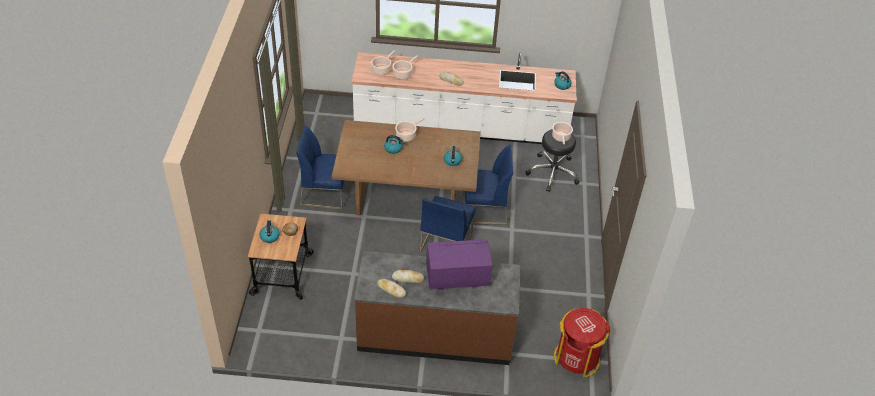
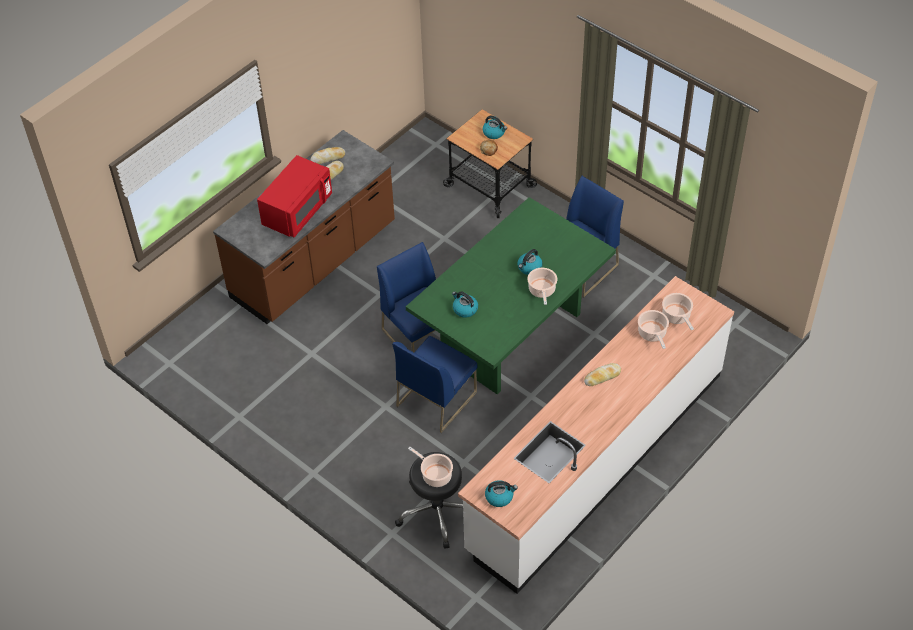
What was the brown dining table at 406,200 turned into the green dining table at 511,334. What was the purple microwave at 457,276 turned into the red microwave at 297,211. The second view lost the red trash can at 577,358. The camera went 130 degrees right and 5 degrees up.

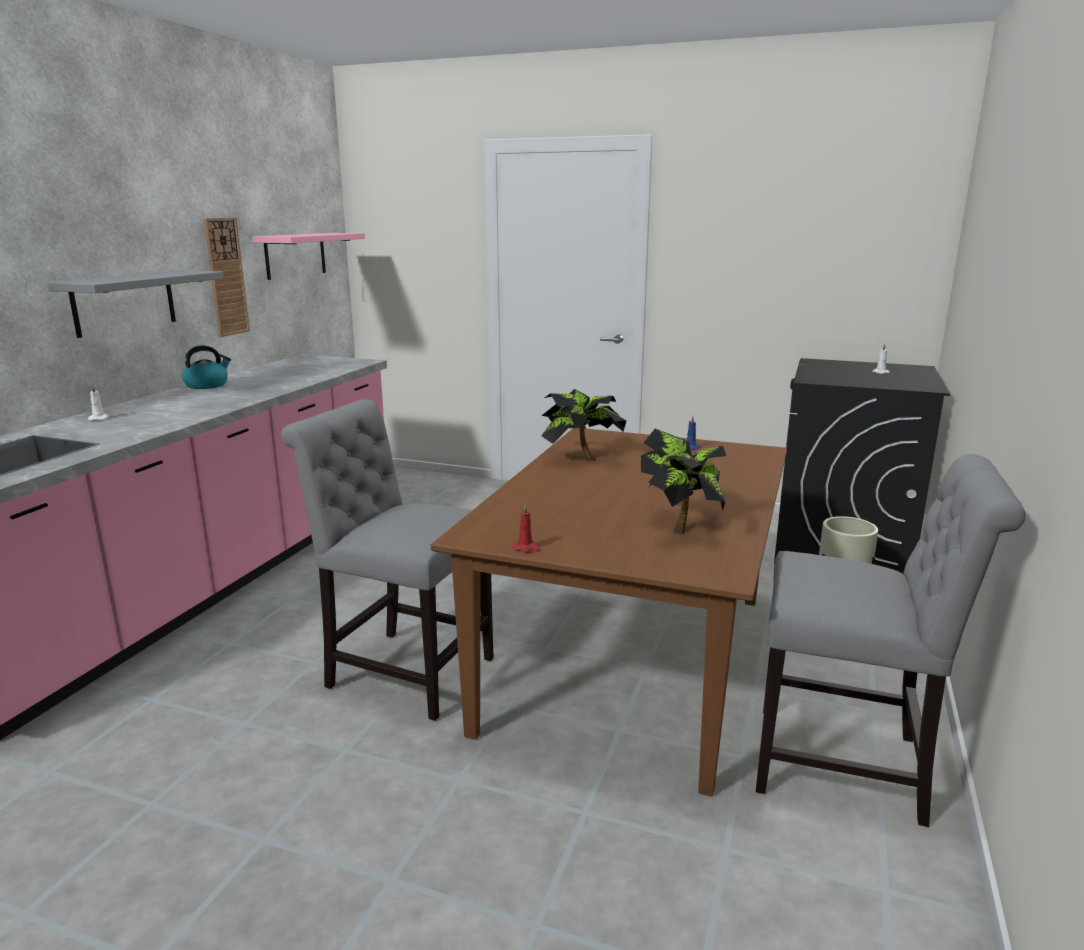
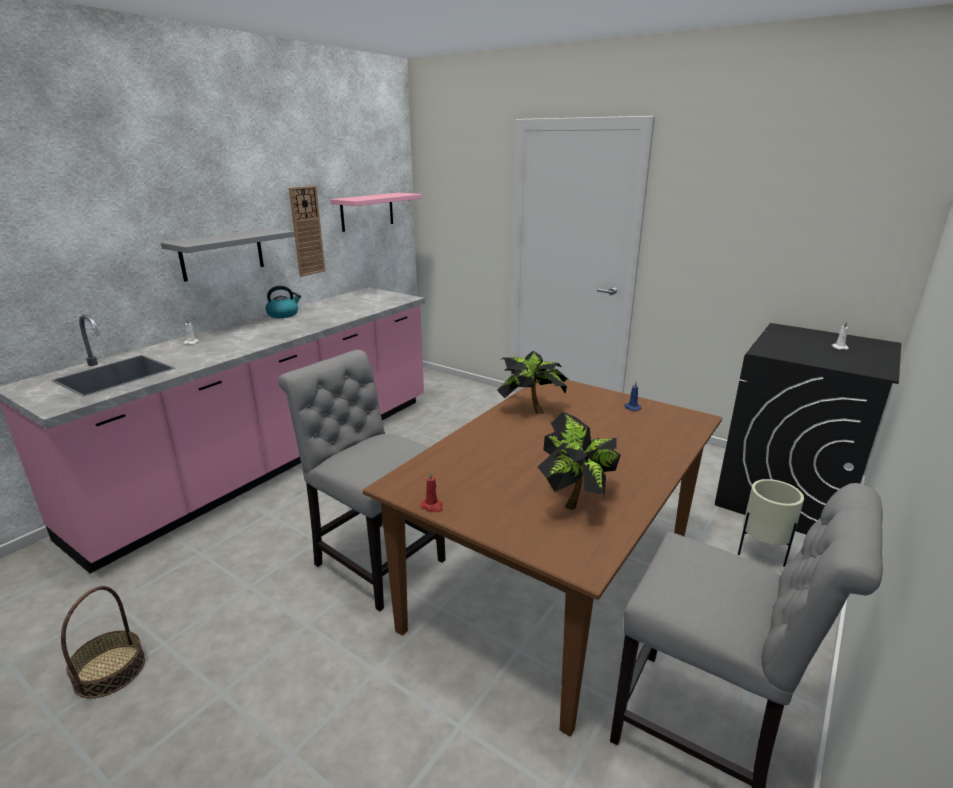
The second view gained the basket at 109,670. The camera went 15 degrees right and 5 degrees up.

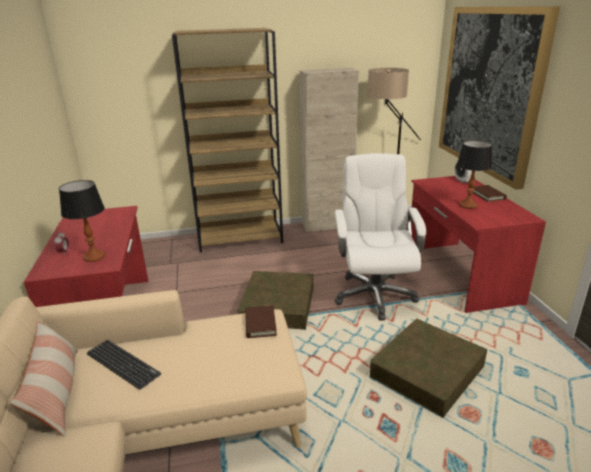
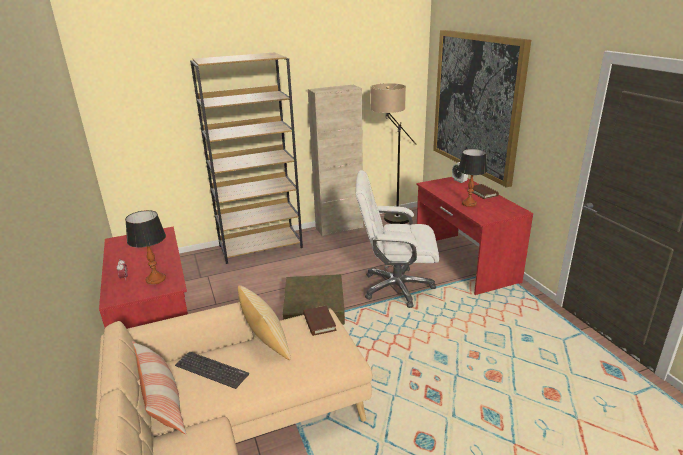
The white office chair at 374,294 ended up facing another way, 75 degrees counterclockwise from before. The second view lost the brown storage box at 427,372. The second view gained the pillow at 266,346. The camera went 10 degrees left and 0 degrees up.

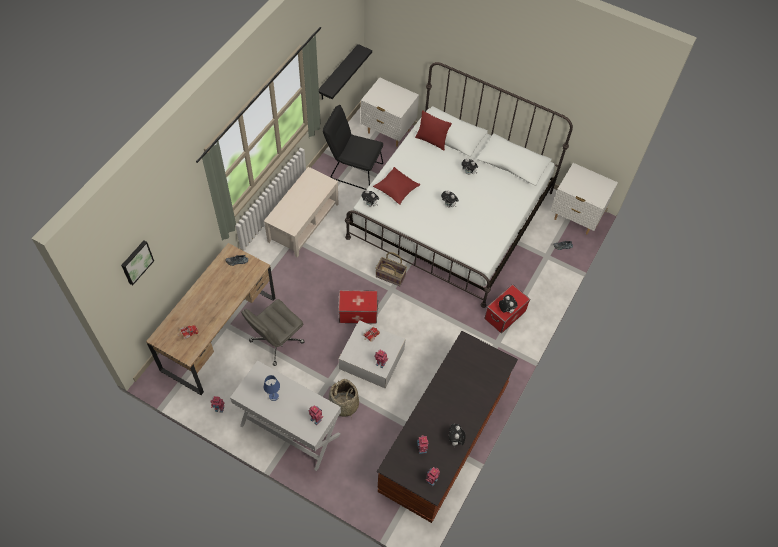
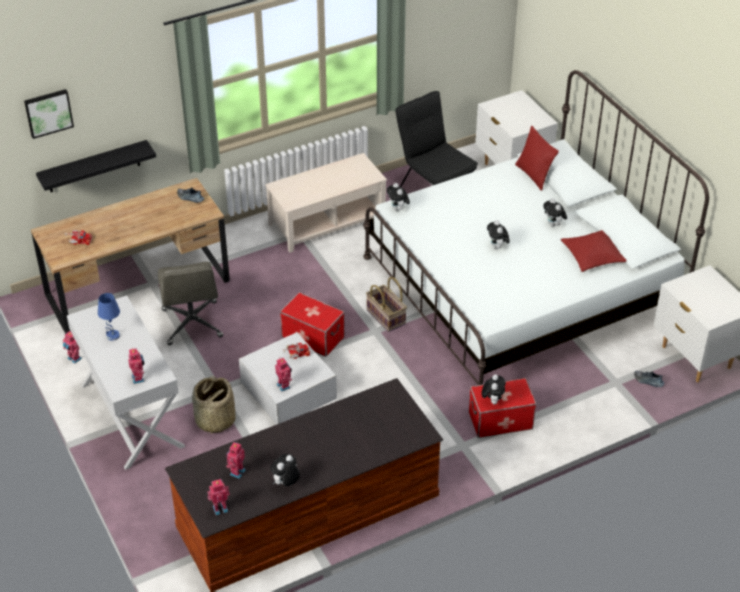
The grey office chair at 276,342 ended up facing another way, 90 degrees counterclockwise from before. The black shelf ended up elsewhere, having gone from 338,73 to 93,167. The red pillow ended up elsewhere, having gone from 396,188 to 592,256. The camera went 35 degrees right and 15 degrees down.

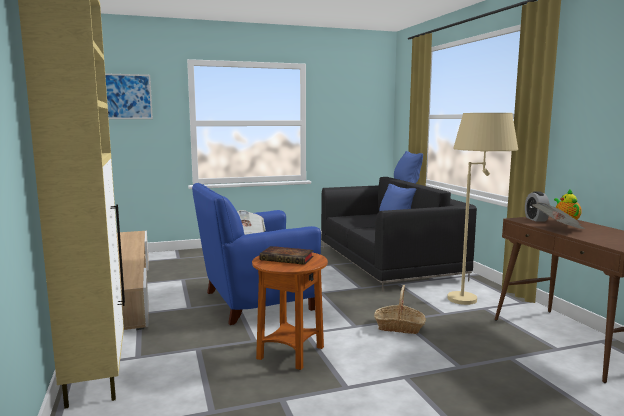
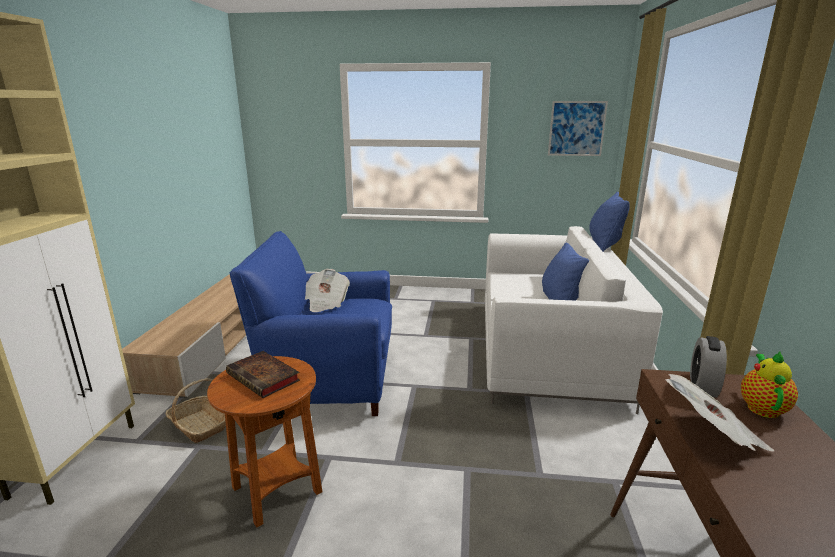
The picture ended up elsewhere, having gone from 128,96 to 576,128. What was the black sofa at 389,263 turned into the white sofa at 548,349. The basket ended up elsewhere, having gone from 399,327 to 200,426. The second view lost the beige floor lamp at 475,297. The camera went 25 degrees right and 10 degrees up.

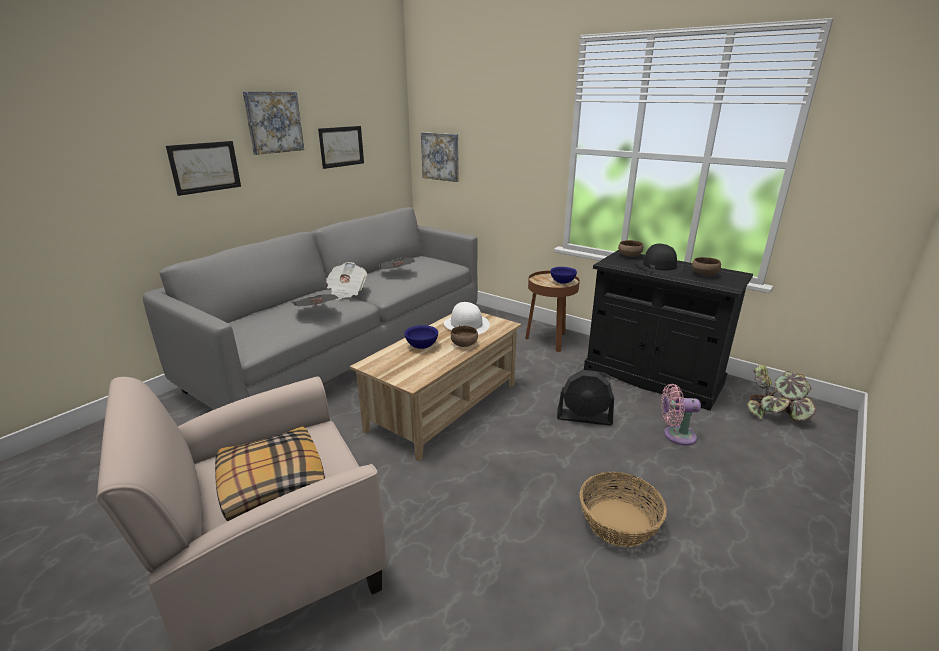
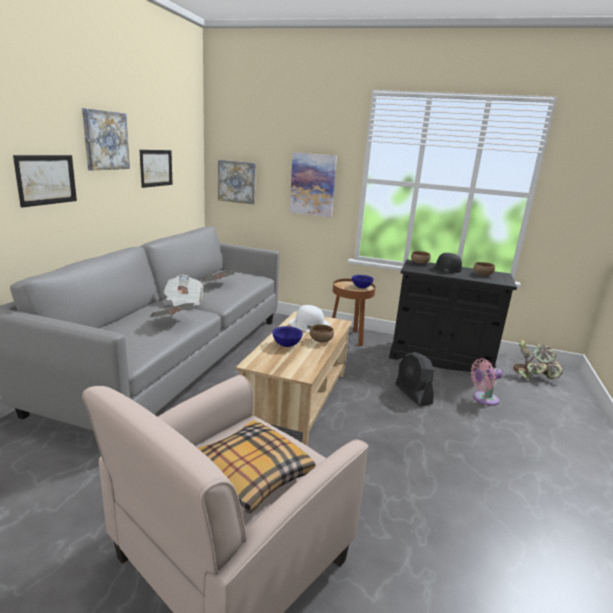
The black fan at 584,417 ended up facing another way, 75 degrees clockwise from before. The second view lost the basket at 618,522. The second view gained the picture at 313,185. The camera went 20 degrees left and 5 degrees down.

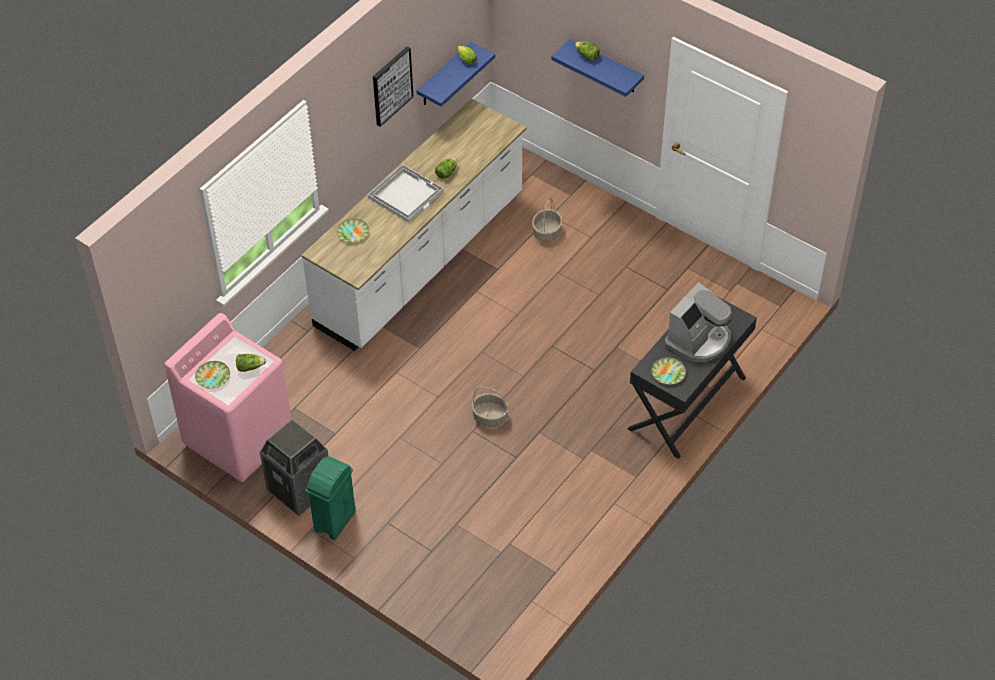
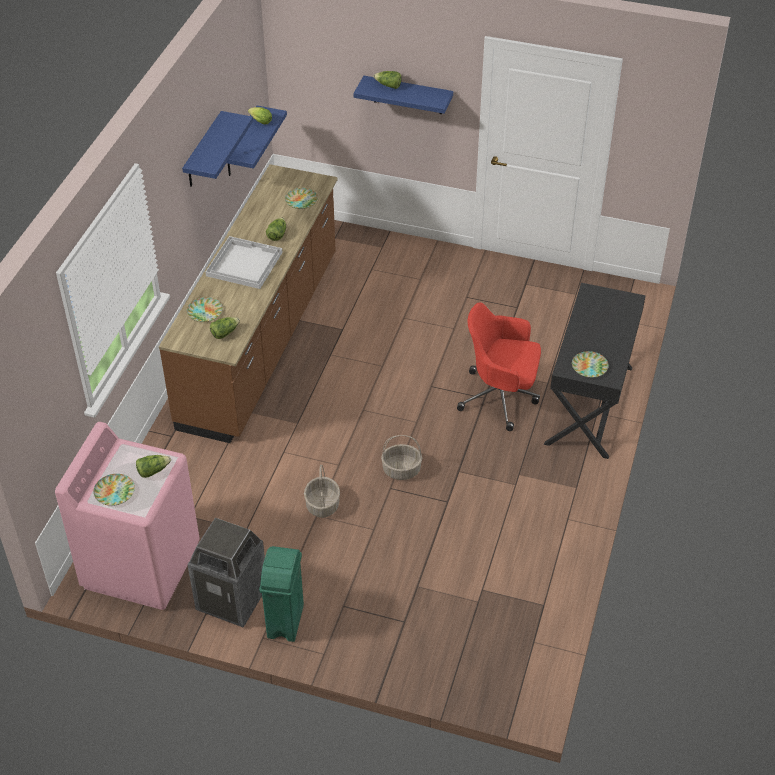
What was the white counter at 421,261 turned into the brown counter at 261,340. Where the picture hung at 391,85, the blue shelf came to hang at 203,151. The basket ended up elsewhere, having gone from 547,233 to 323,505. The second view lost the coffee machine at 699,340. The second view gained the lettuce at 224,333. The second view gained the plate at 301,200. The second view gained the red office chair at 500,397. The camera went 20 degrees left and 5 degrees down.

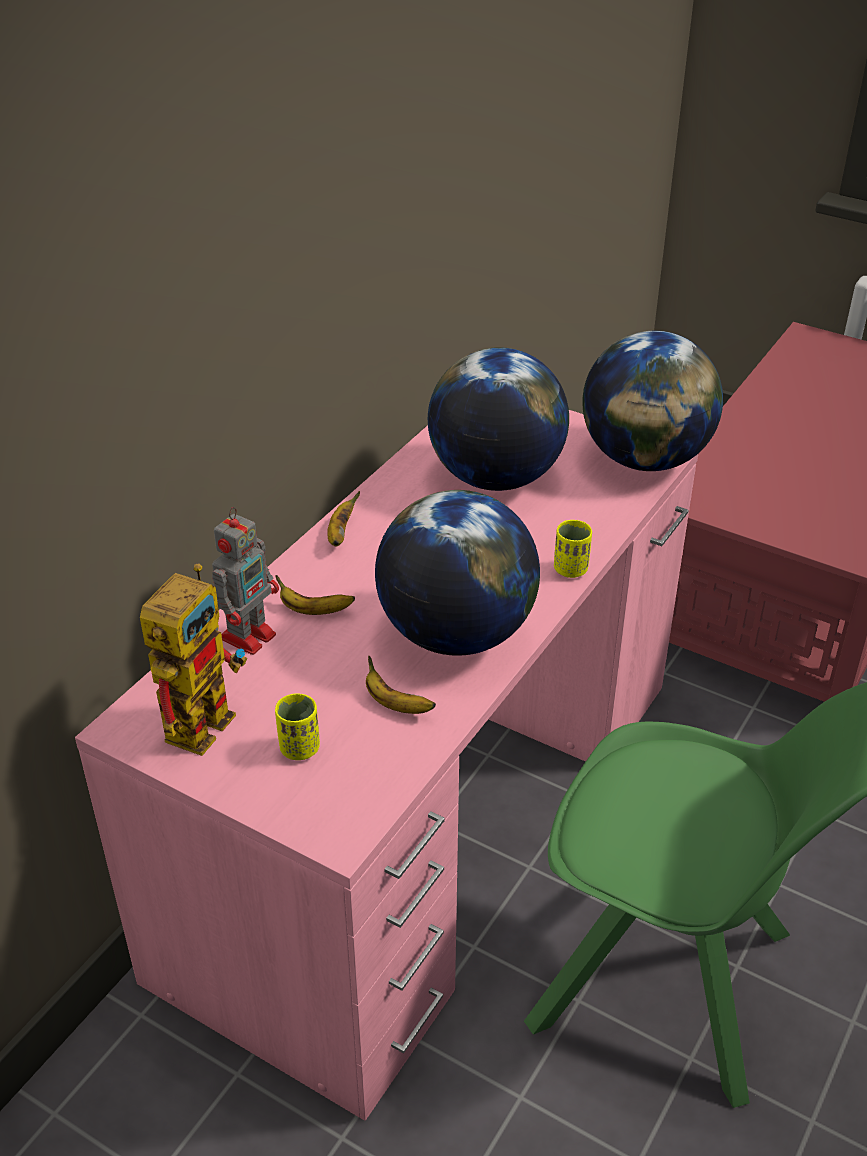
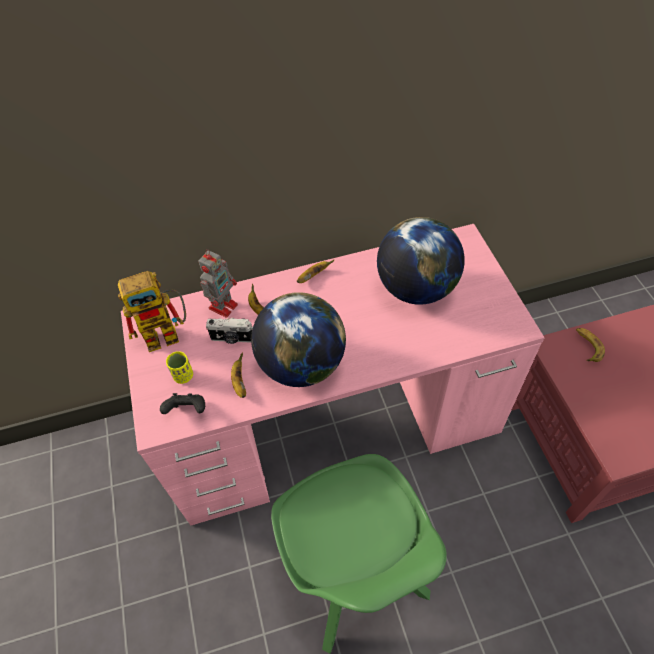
The toy robot at 249,634 ended up facing another way, 45 degrees counterclockwise from before. The second view lost the yellow cup at 570,569. The second view lost the globe at 645,459. The second view gained the black game controller at 187,410. The second view gained the photo camera at 232,339. The second view gained the banana at 587,346. The camera went 45 degrees right and 15 degrees up.

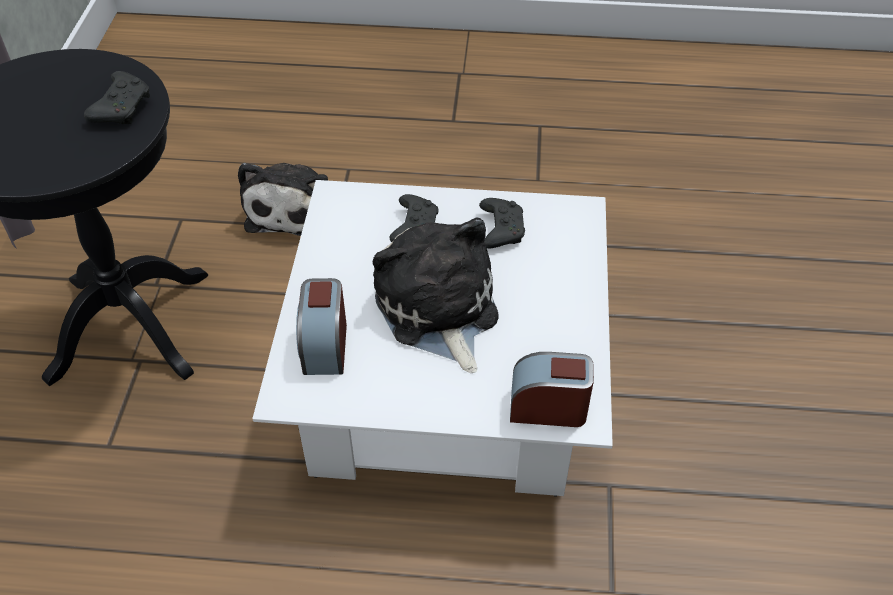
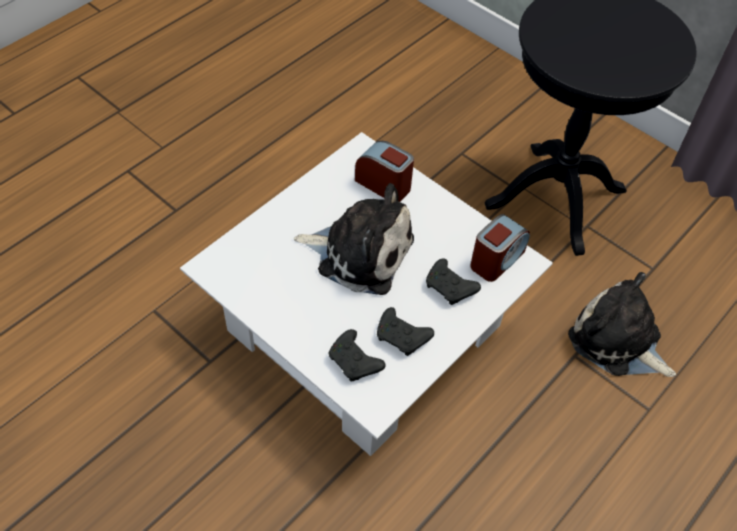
The black game controller ended up elsewhere, having gone from 122,108 to 355,362. The alarm clock ended up elsewhere, having gone from 548,407 to 496,259. The camera went 125 degrees right and 5 degrees up.

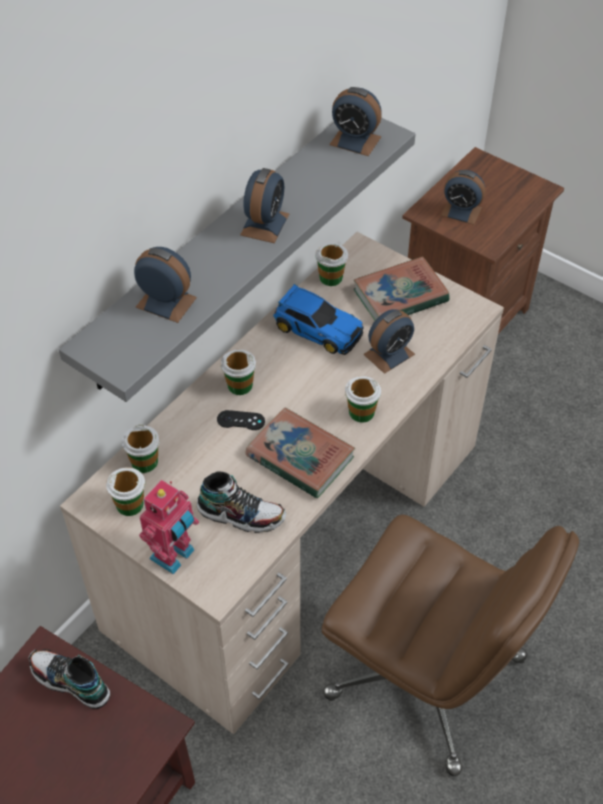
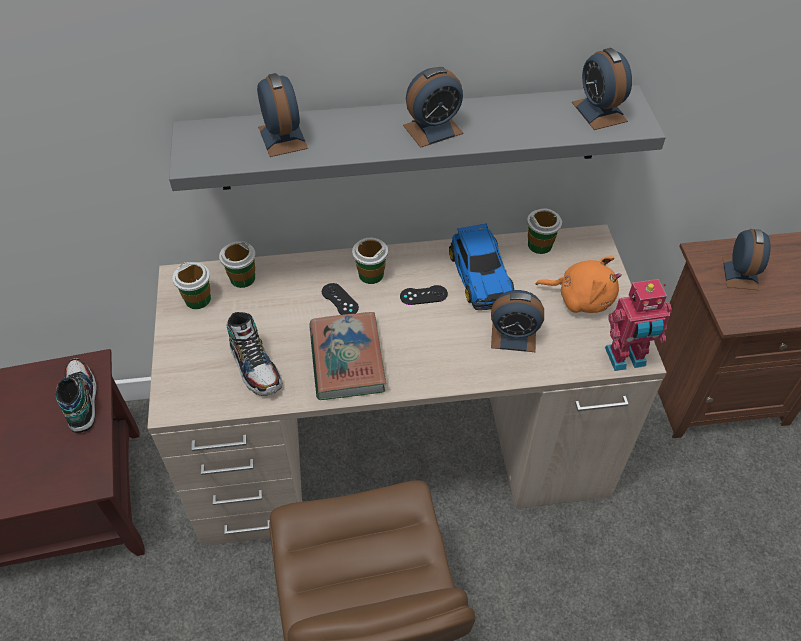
The toy robot ended up elsewhere, having gone from 174,556 to 626,359. The second view lost the cup at 361,412. Where the book stood at 400,296, the orange plush toy came to stand at 581,298. The alarm clock at 461,211 ended up facing another way, 150 degrees counterclockwise from before. The second view gained the black game controller at 423,295. The camera went 45 degrees right and 0 degrees up.

